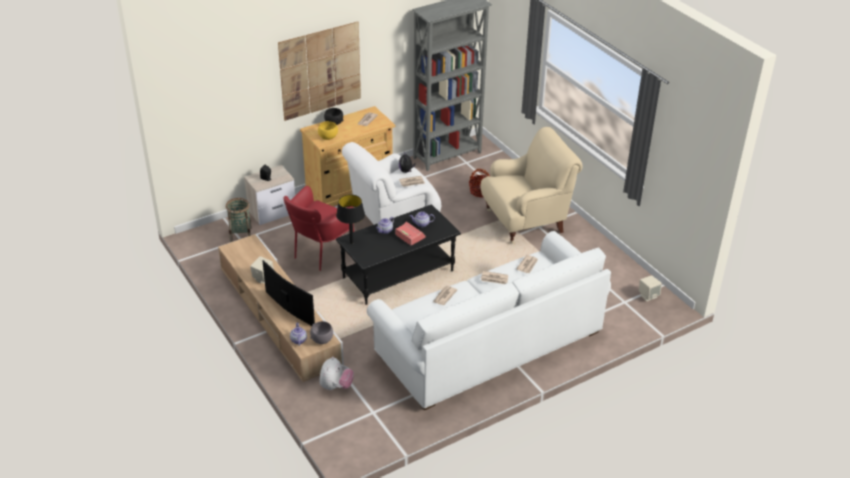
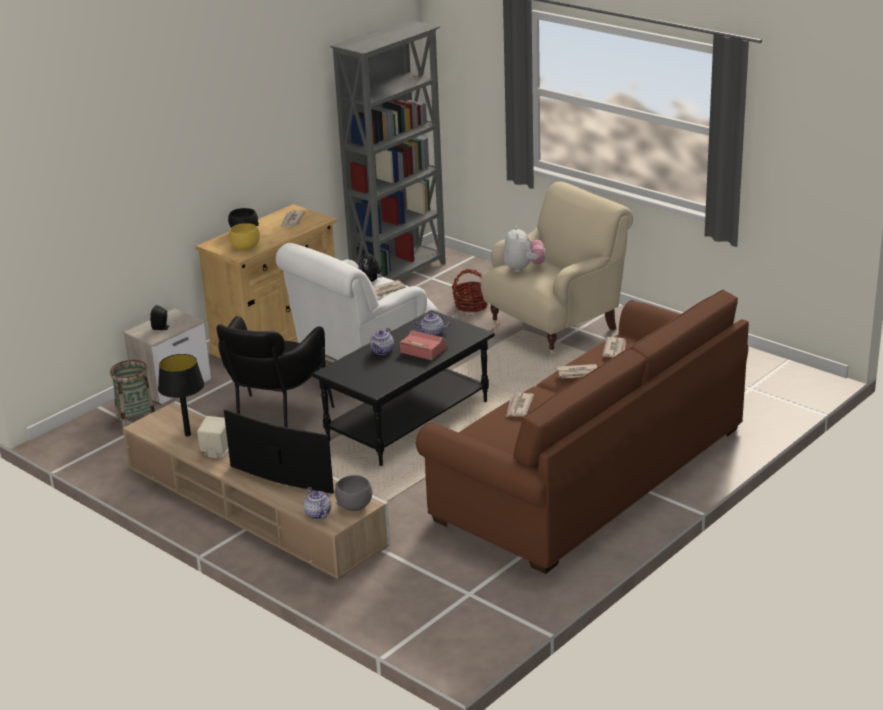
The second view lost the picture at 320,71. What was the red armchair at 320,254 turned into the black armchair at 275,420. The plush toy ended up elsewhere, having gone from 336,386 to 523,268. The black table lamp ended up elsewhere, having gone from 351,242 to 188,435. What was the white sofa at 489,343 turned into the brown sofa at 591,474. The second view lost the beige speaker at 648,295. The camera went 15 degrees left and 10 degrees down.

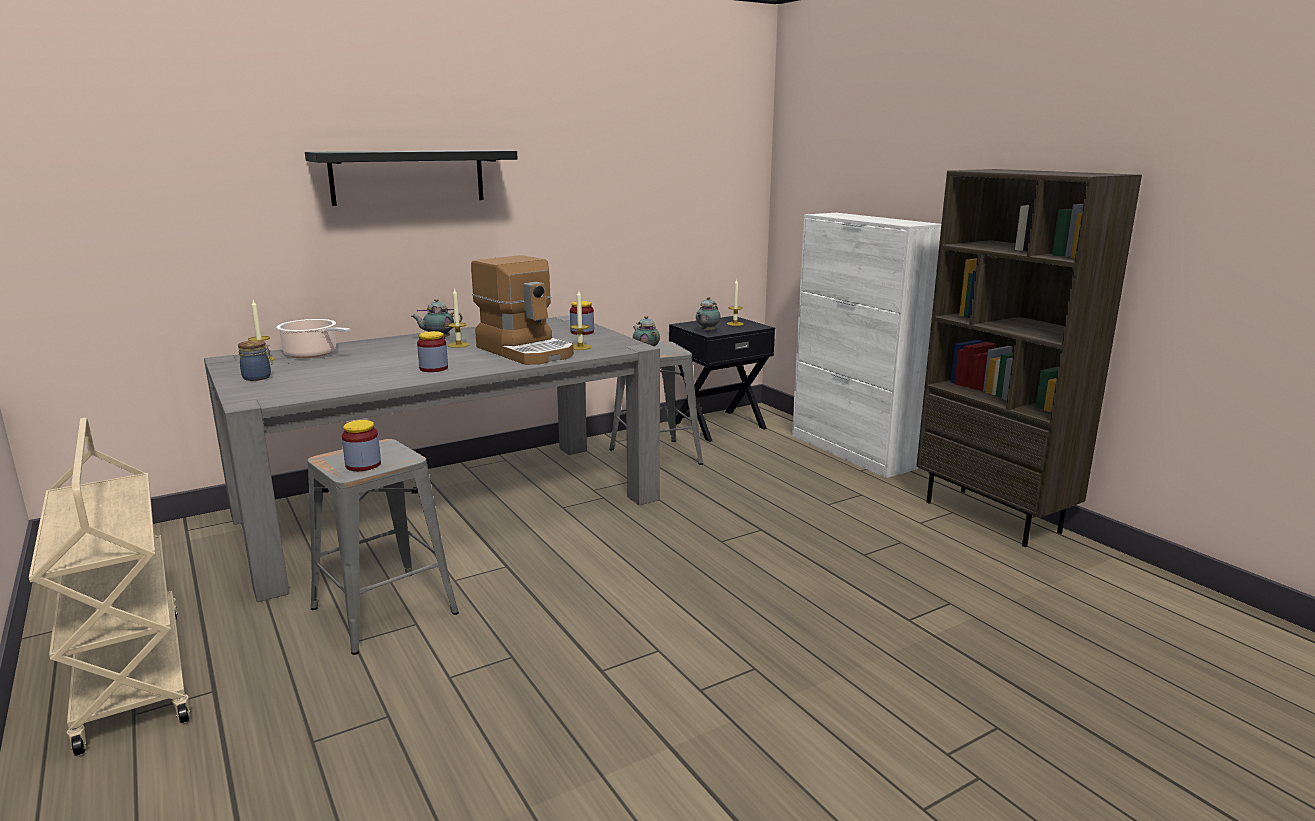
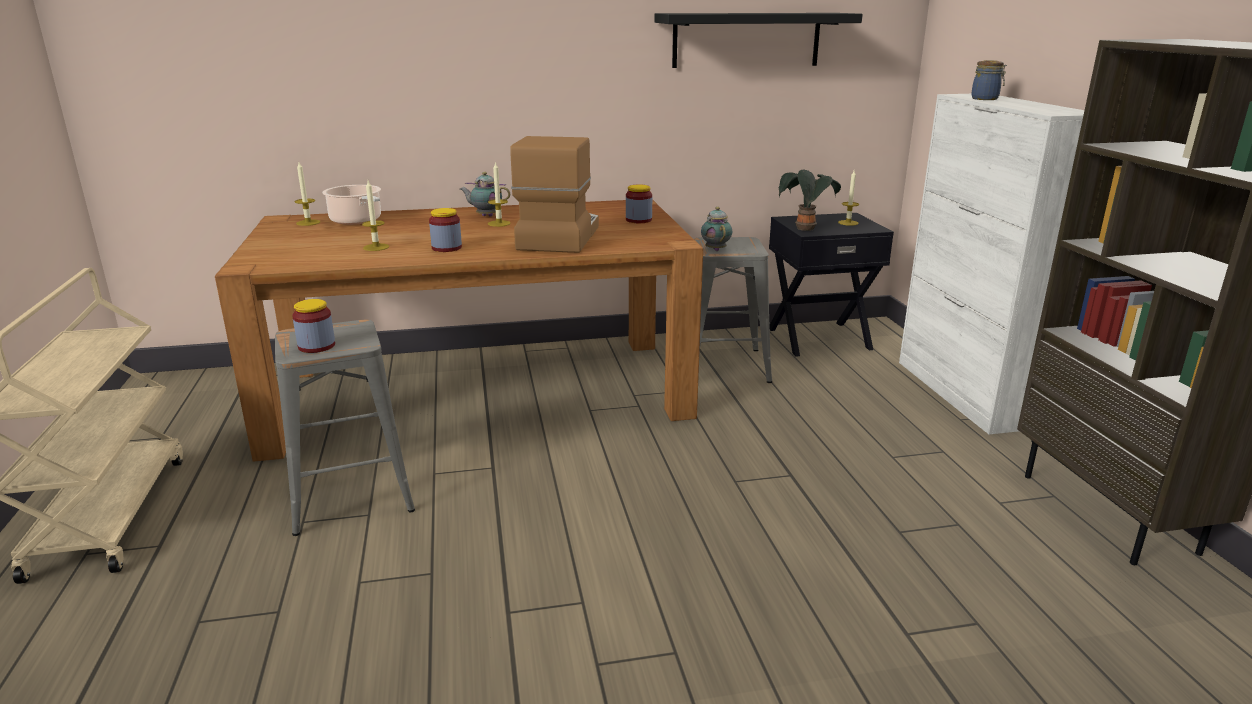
What was the grey dining table at 449,507 turned into the brown dining table at 481,392. The jar ended up elsewhere, having gone from 258,377 to 986,99. The black shelf ended up elsewhere, having gone from 408,177 to 746,40. The coffee machine at 526,351 ended up facing another way, 150 degrees counterclockwise from before. The candle ended up elsewhere, having gone from 580,347 to 376,247. Where the teapot stood at 706,332, the potted plant came to stand at 805,230. The camera went 20 degrees right and 5 degrees up.

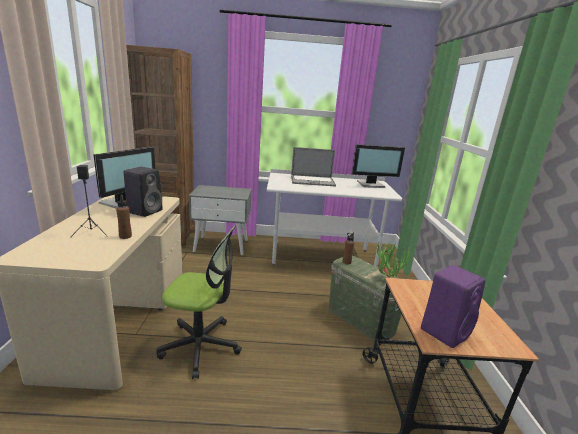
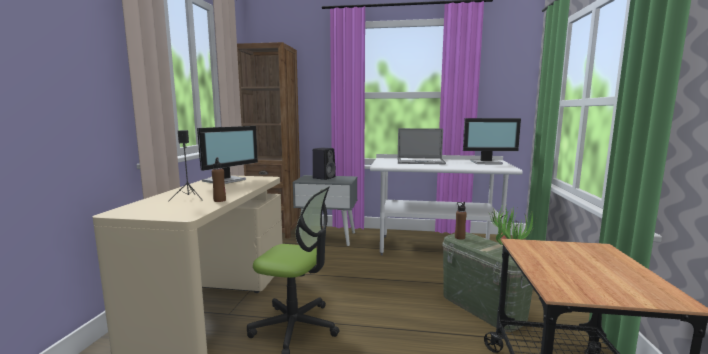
The black speaker ended up elsewhere, having gone from 145,211 to 324,177. The second view lost the purple speaker at 445,331. The camera went 10 degrees right and 10 degrees down.

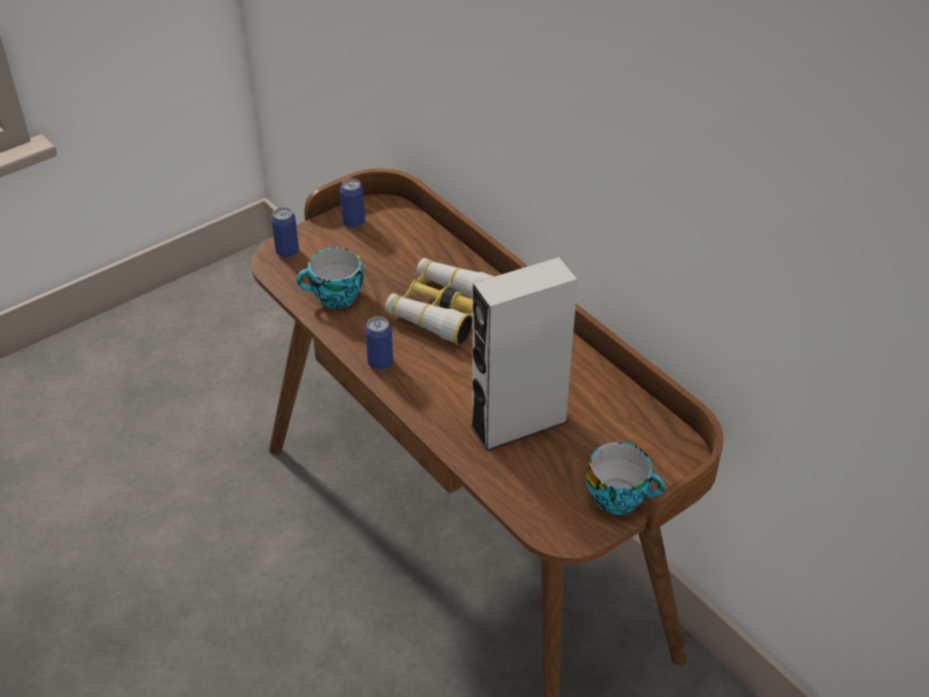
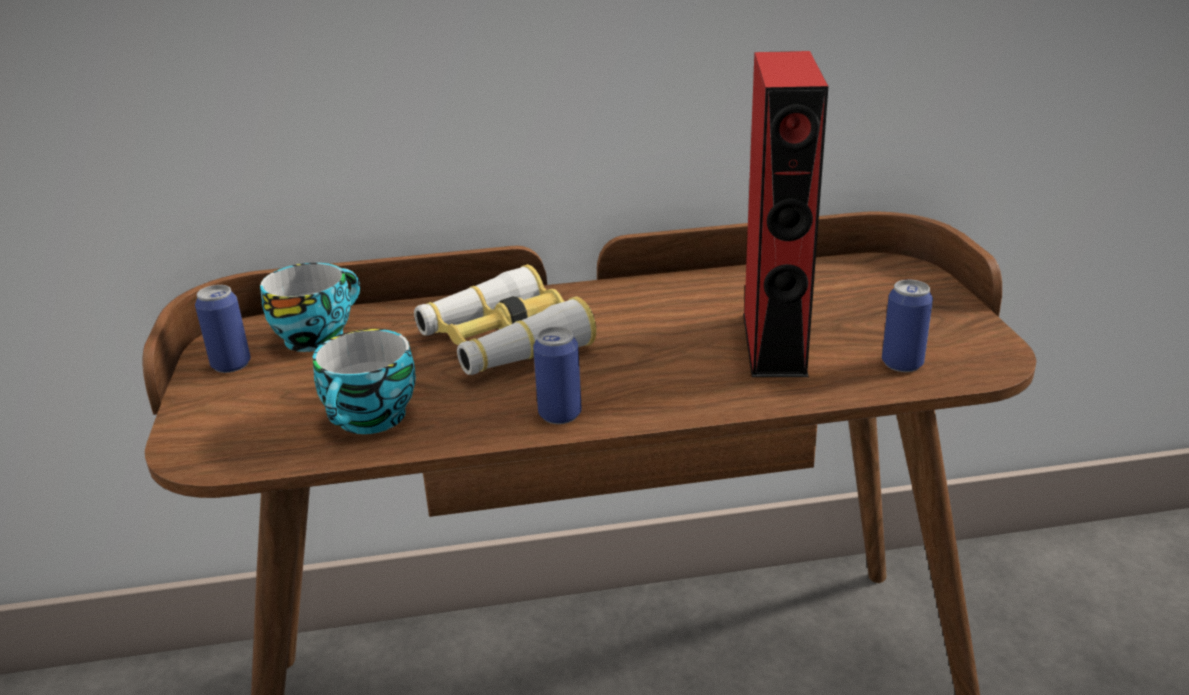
The can ended up elsewhere, having gone from 287,251 to 902,364. What was the grey speaker at 518,424 turned into the red speaker at 774,343. The cup ended up elsewhere, having gone from 620,497 to 317,336. The camera went 60 degrees left and 15 degrees down.

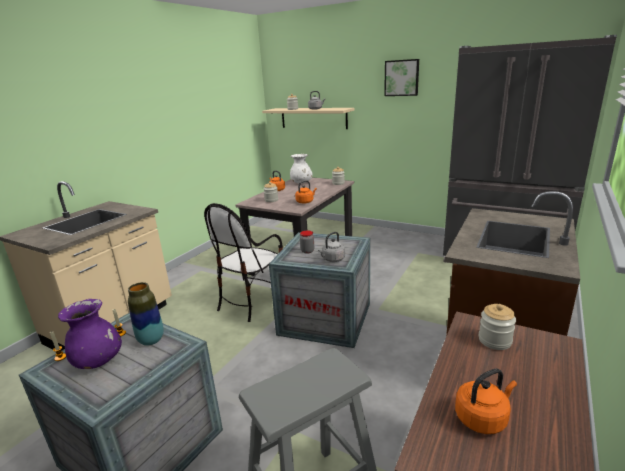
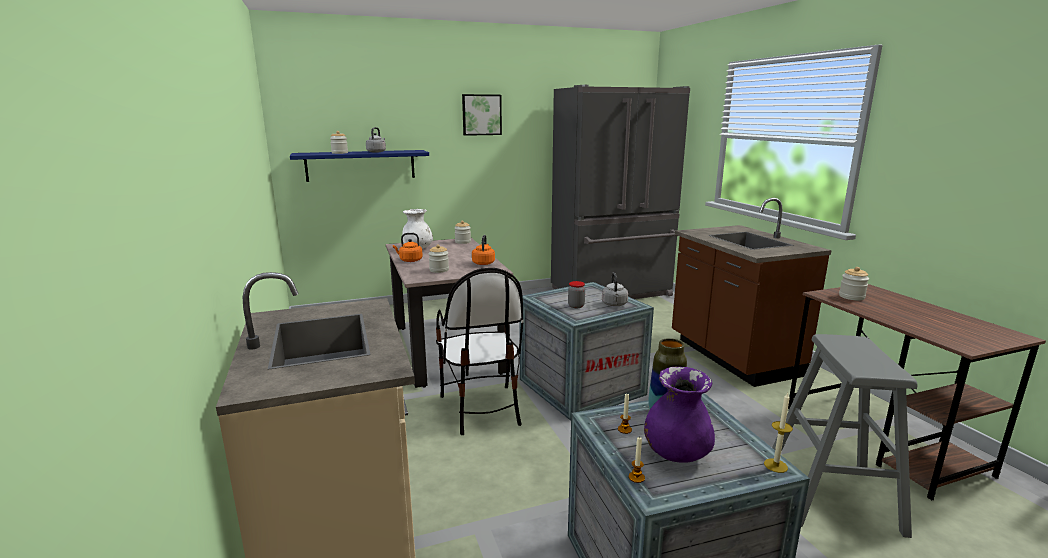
What was the beige shelf at 313,118 turned into the blue shelf at 361,165. The second view lost the orange kettle at 482,418. The second view gained the candle at 775,465. The camera went 50 degrees left and 5 degrees down.

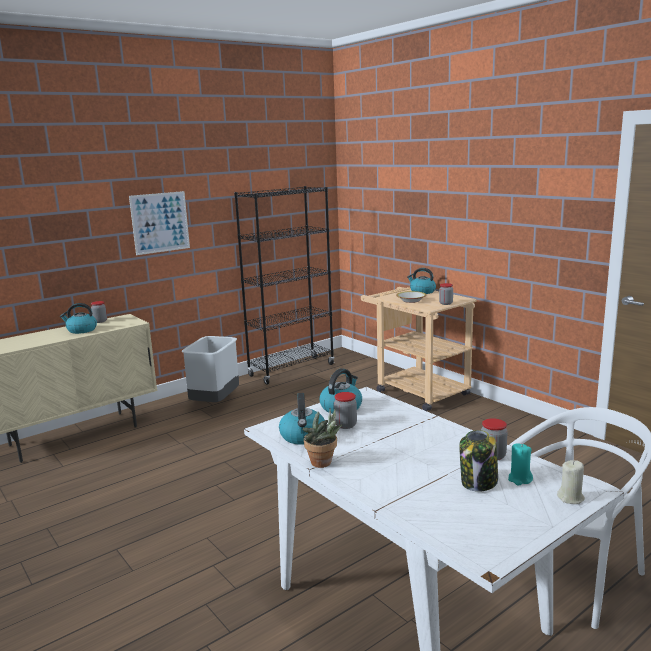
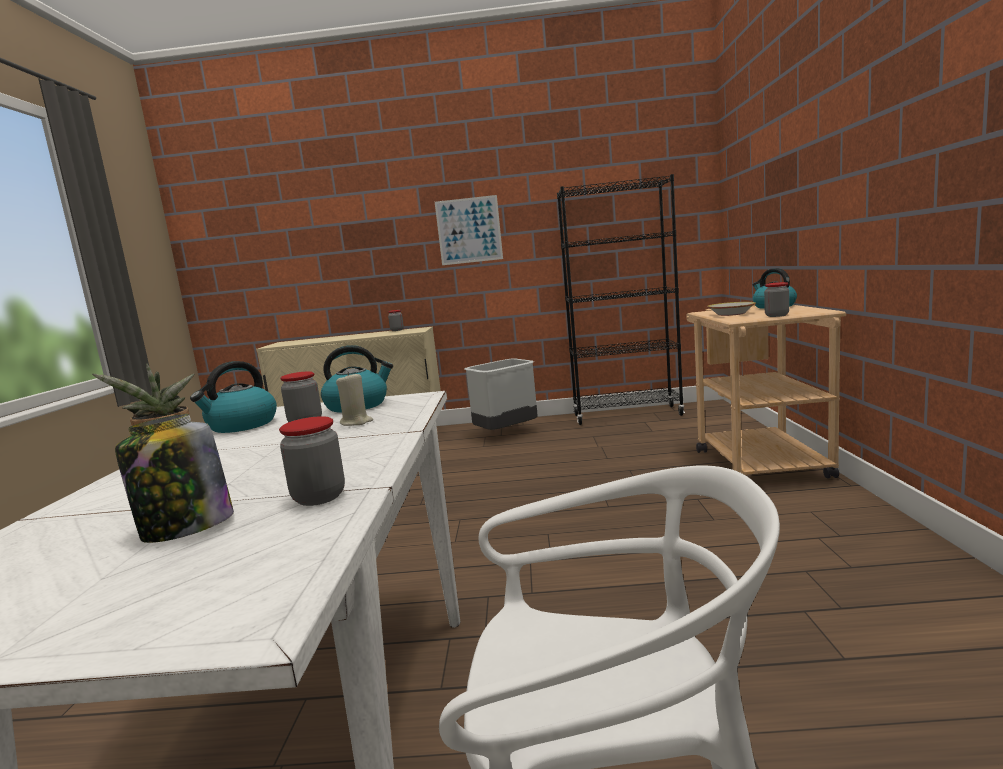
The second view lost the kettle at 81,330. The second view lost the turquoise candle at 519,479. The beige candle ended up elsewhere, having gone from 571,498 to 356,422. The camera went 40 degrees right and 5 degrees down.

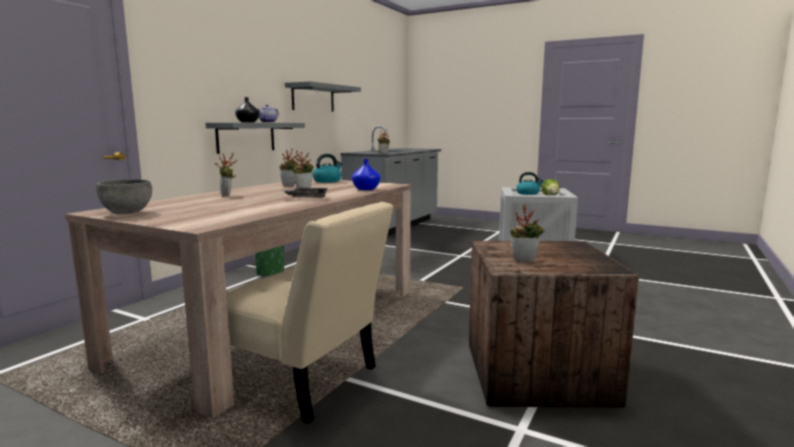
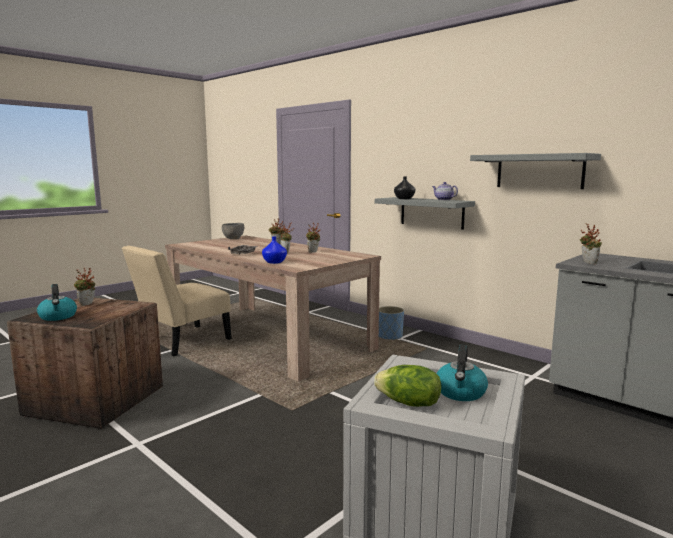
What was the green planter at 270,273 turned into the blue planter at 390,336. The kettle ended up elsewhere, having gone from 327,181 to 58,317. The camera went 105 degrees right and 0 degrees up.

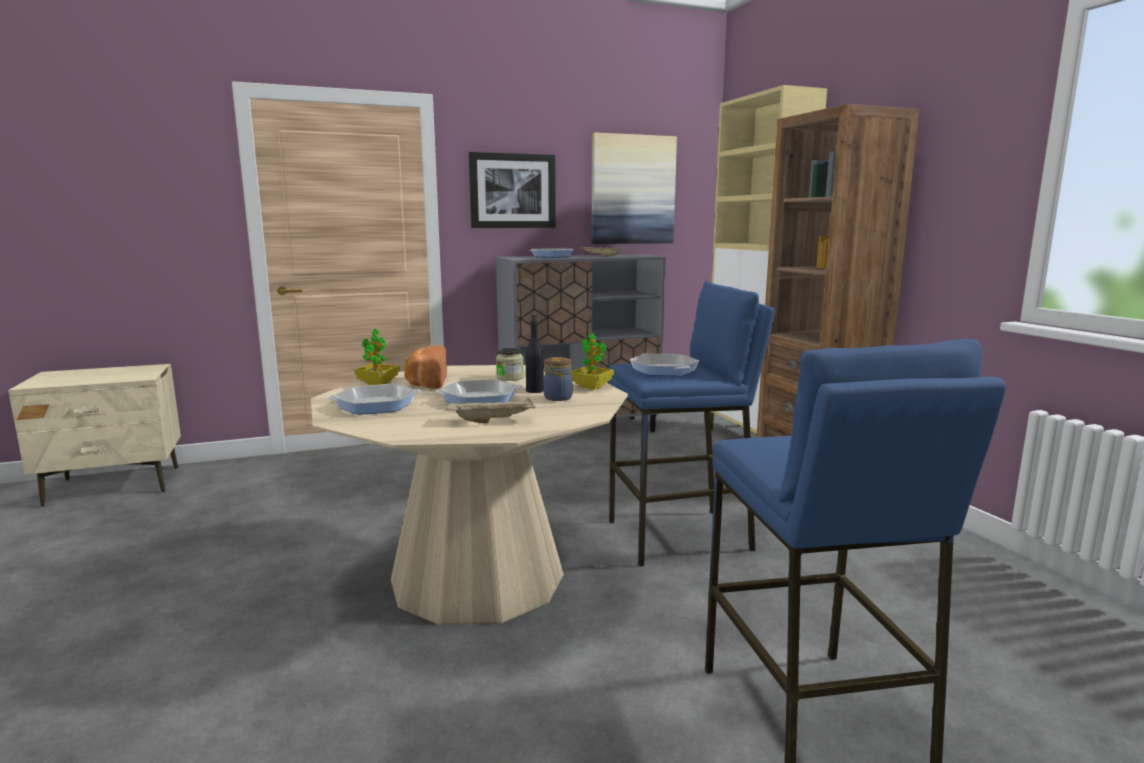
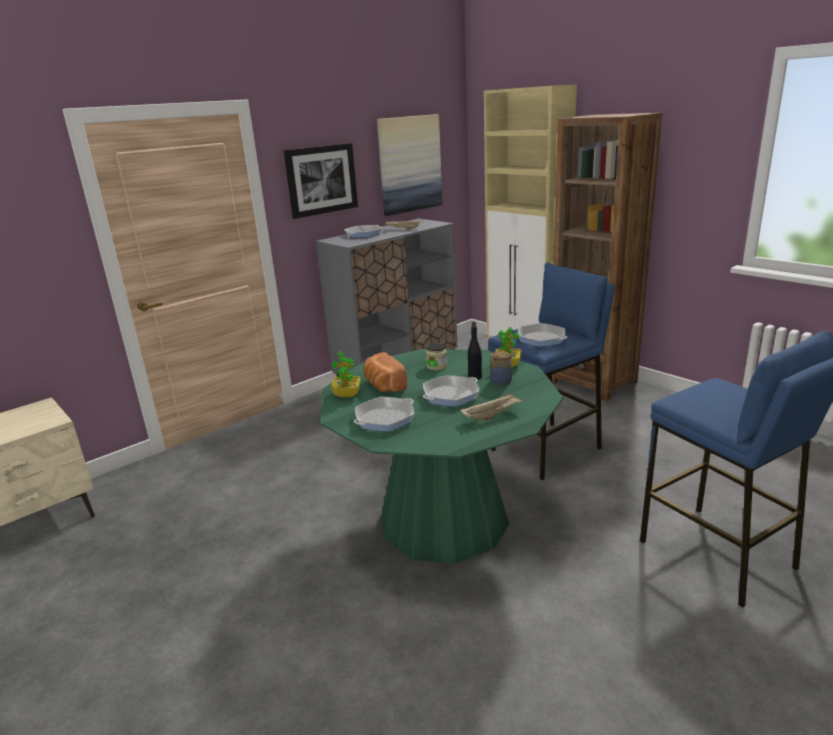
What was the beige dining table at 477,577 turned into the green dining table at 443,519. The camera went 20 degrees left and 10 degrees up.

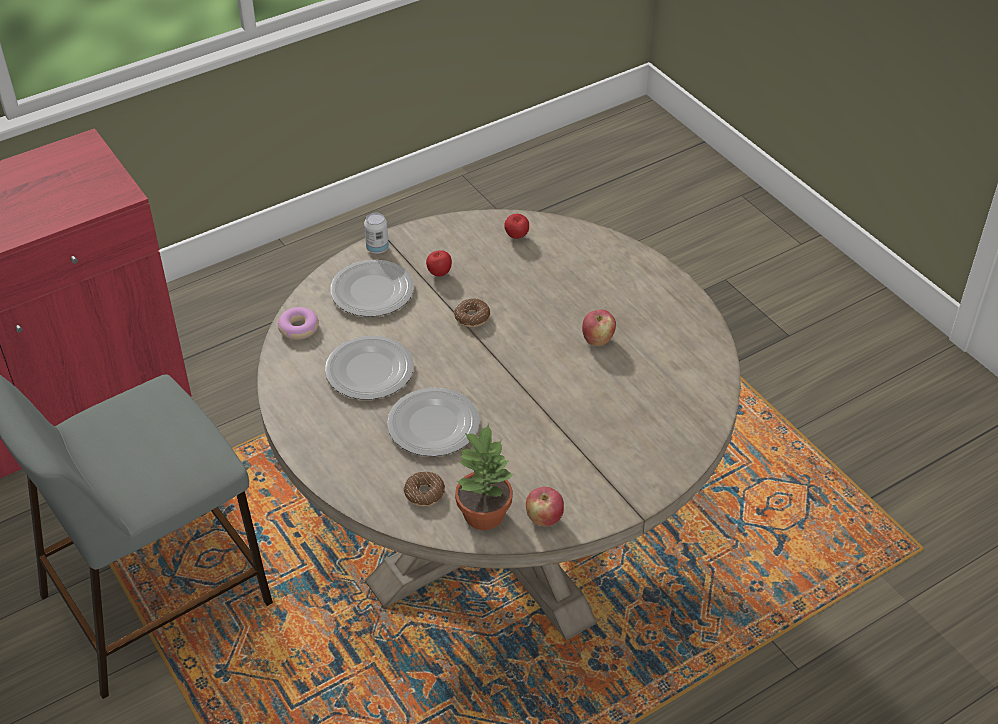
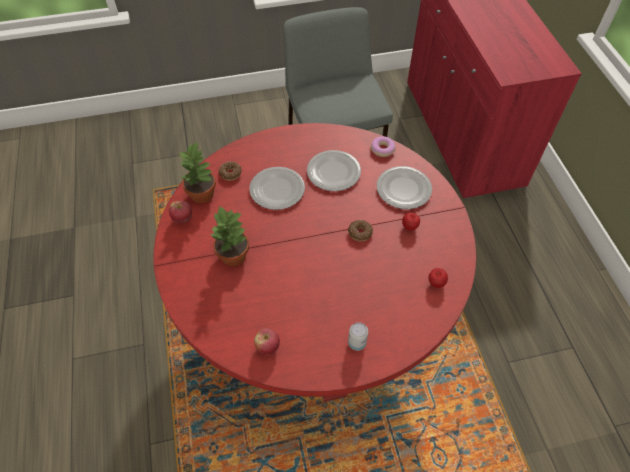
What was the beige dining table at 499,532 turned into the red dining table at 314,318. The can ended up elsewhere, having gone from 377,248 to 357,343. The apple ended up elsewhere, having gone from 597,340 to 267,347. The second view gained the potted plant at 233,256. The camera went 110 degrees right and 10 degrees up.

